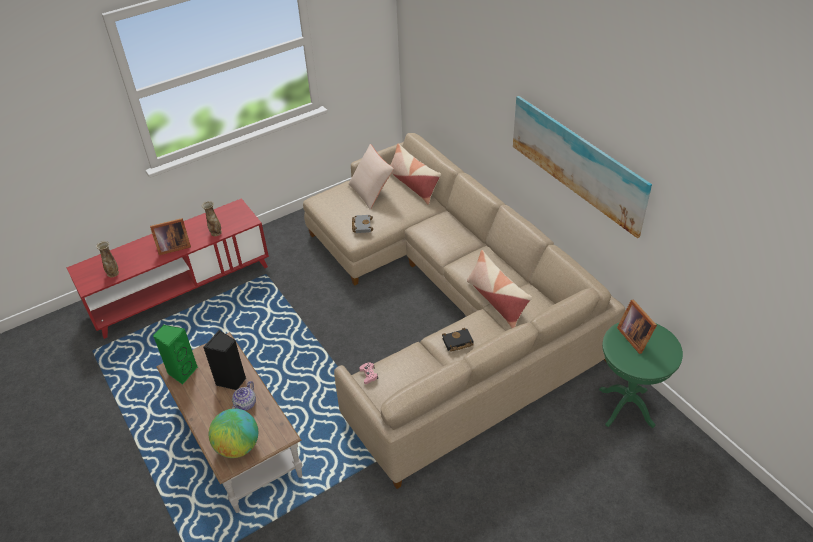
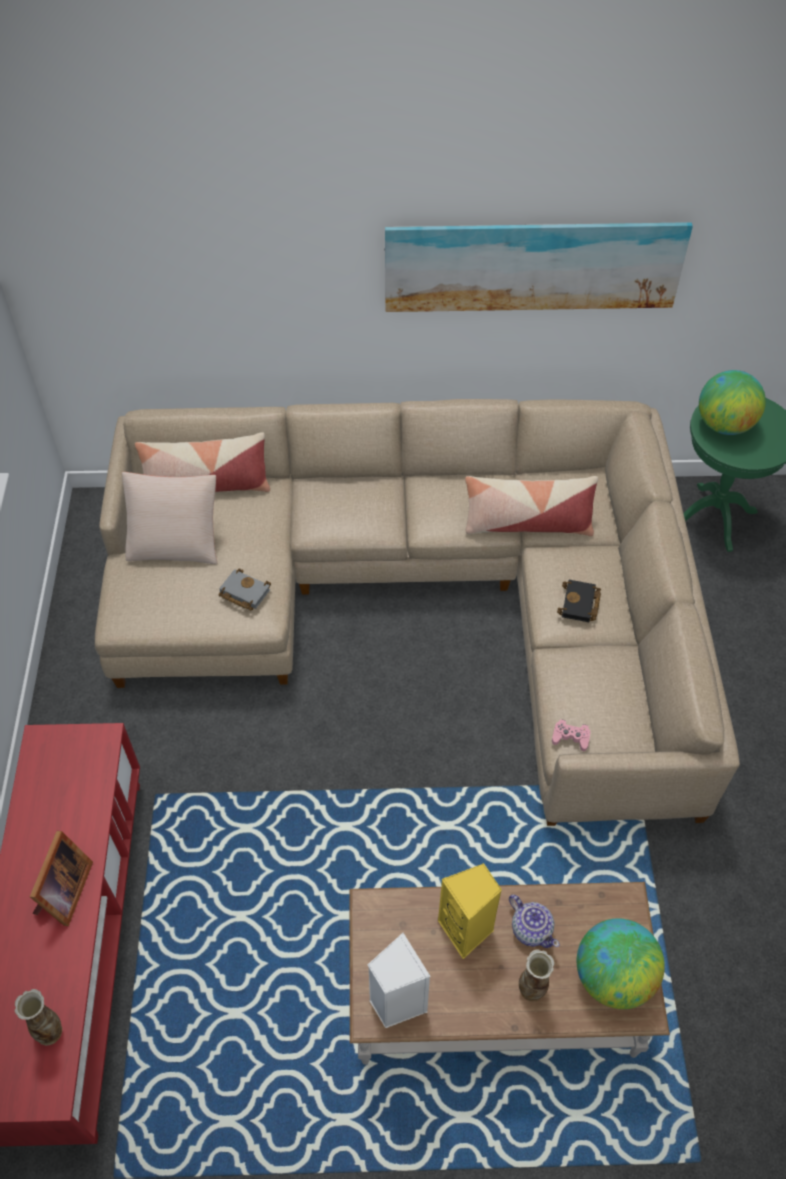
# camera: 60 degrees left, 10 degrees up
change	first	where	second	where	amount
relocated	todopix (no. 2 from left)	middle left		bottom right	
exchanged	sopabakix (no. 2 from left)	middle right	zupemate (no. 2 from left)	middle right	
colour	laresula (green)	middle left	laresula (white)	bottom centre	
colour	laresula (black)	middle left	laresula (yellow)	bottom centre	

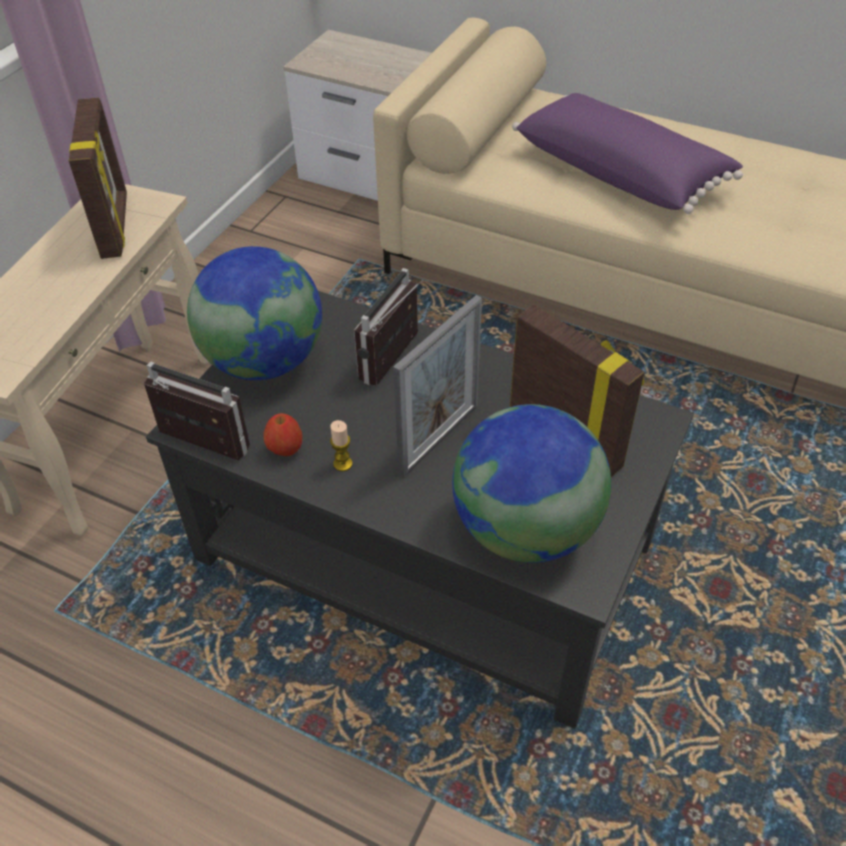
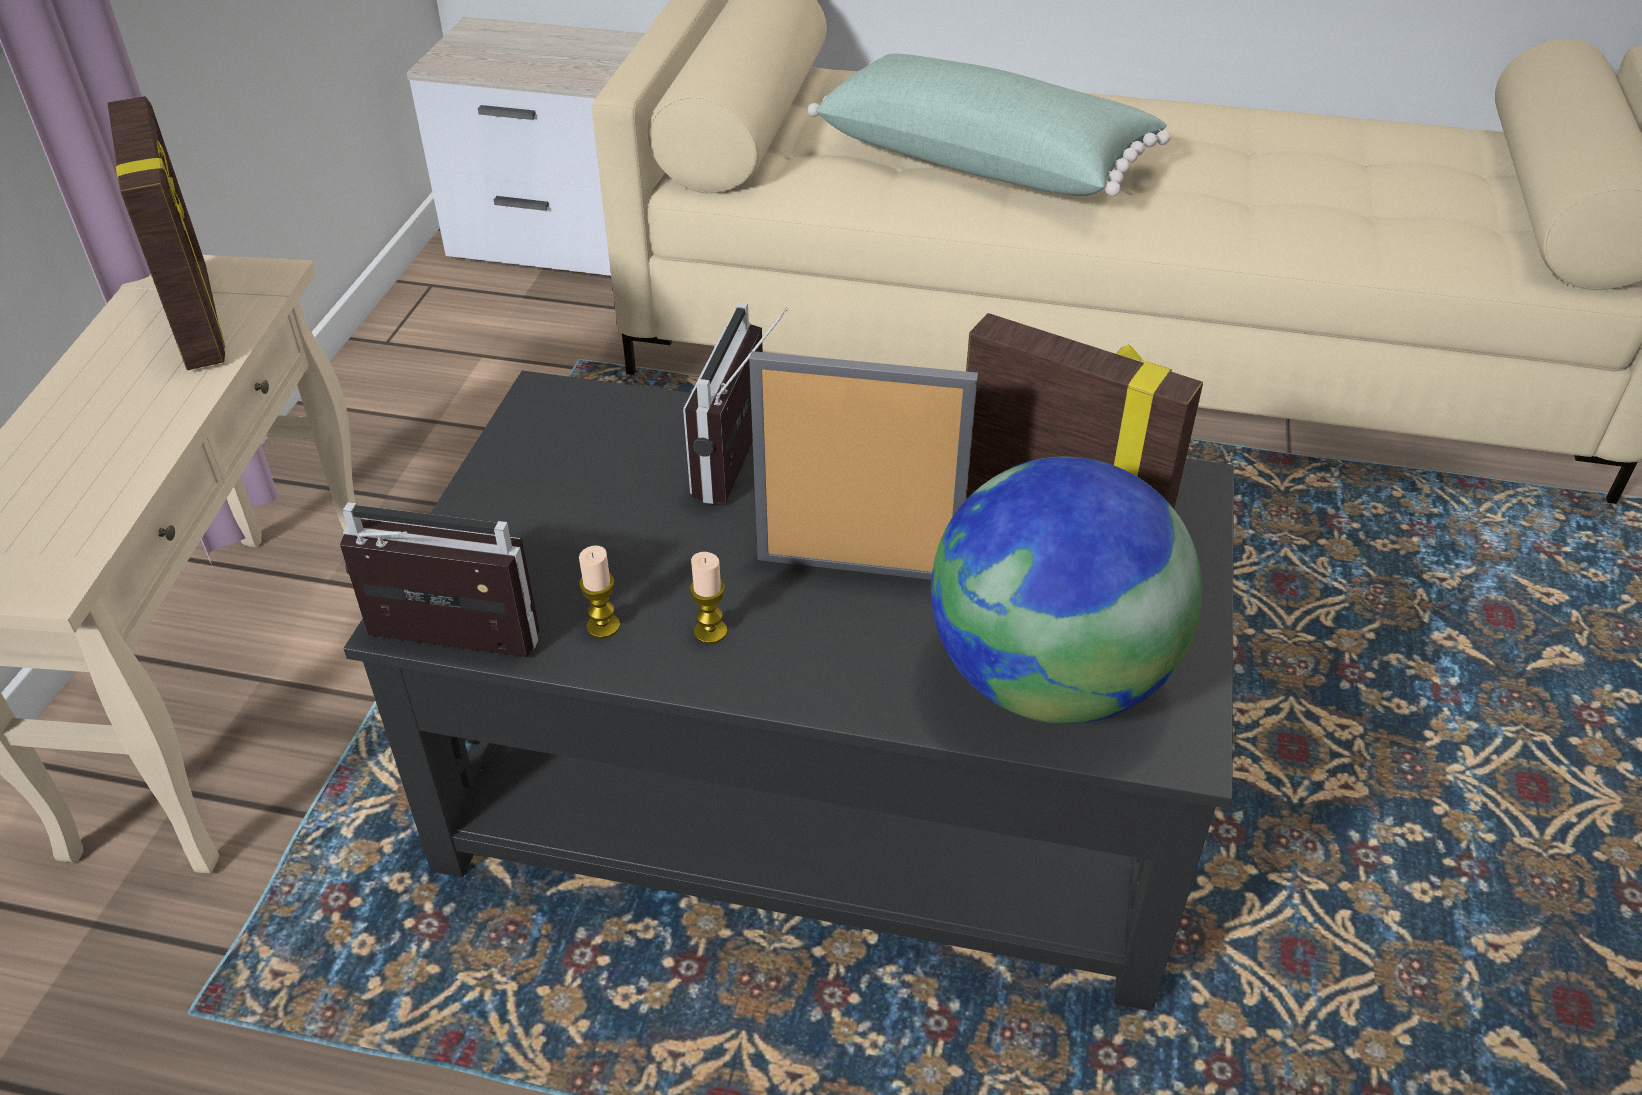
# camera: 15 degrees left, 5 degrees down
change	first	where	second	where	amount
colour	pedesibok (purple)	top right	pedesibok (green)	top centre	
missing	zupemate (no. 1 from left)	middle left			
spun	sopabakix (no. 2 from left)	centre		centre	105 degrees counterclockwise
exchanged	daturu	centre	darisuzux (no. 1 from left)	centre	

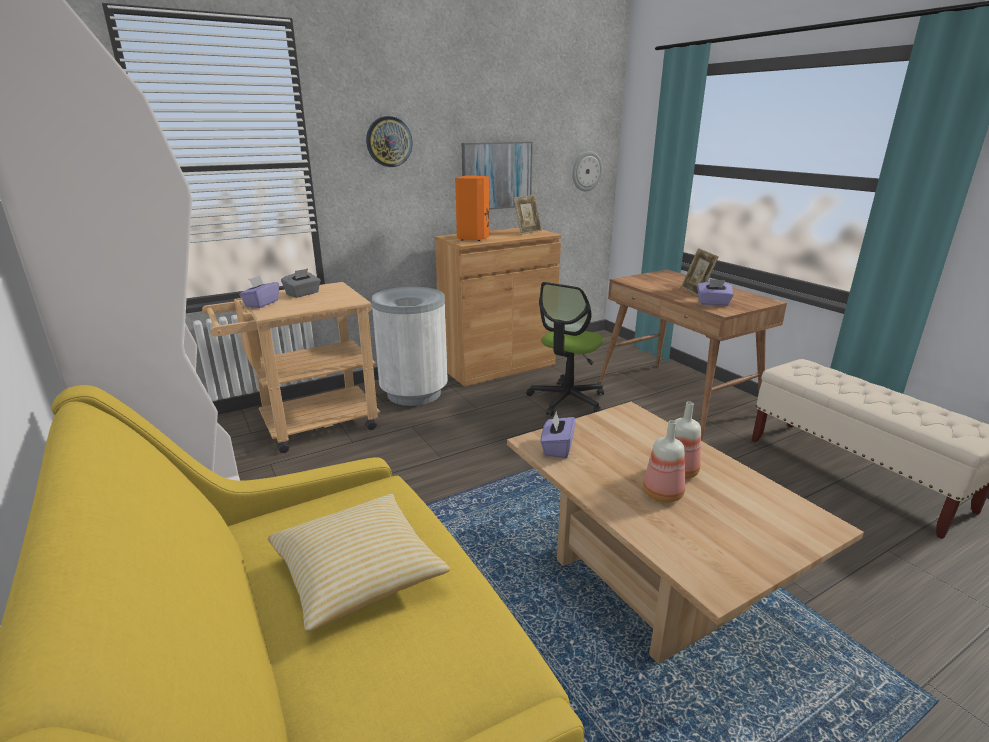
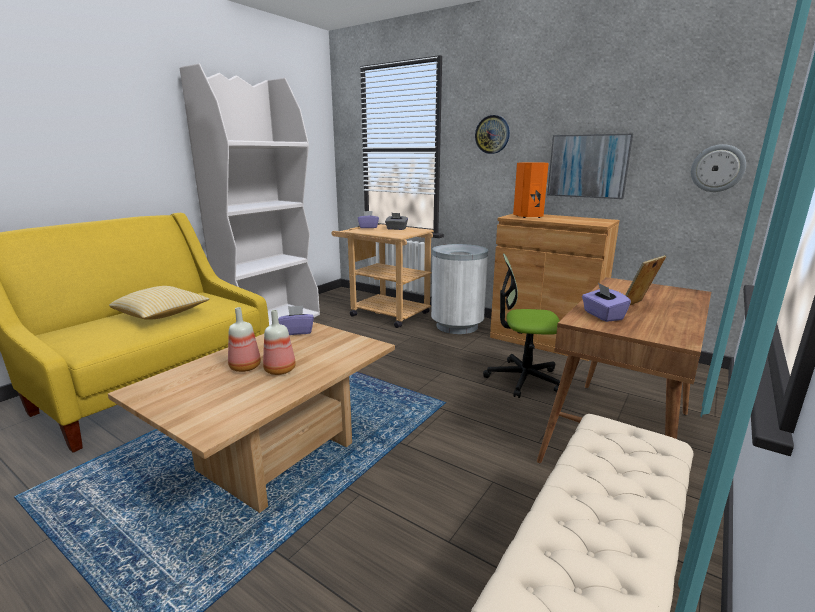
# camera: 65 degrees right, 5 degrees down
change	first	where	second	where	amount
missing	sopabakix (no. 1 from left)	top centre			

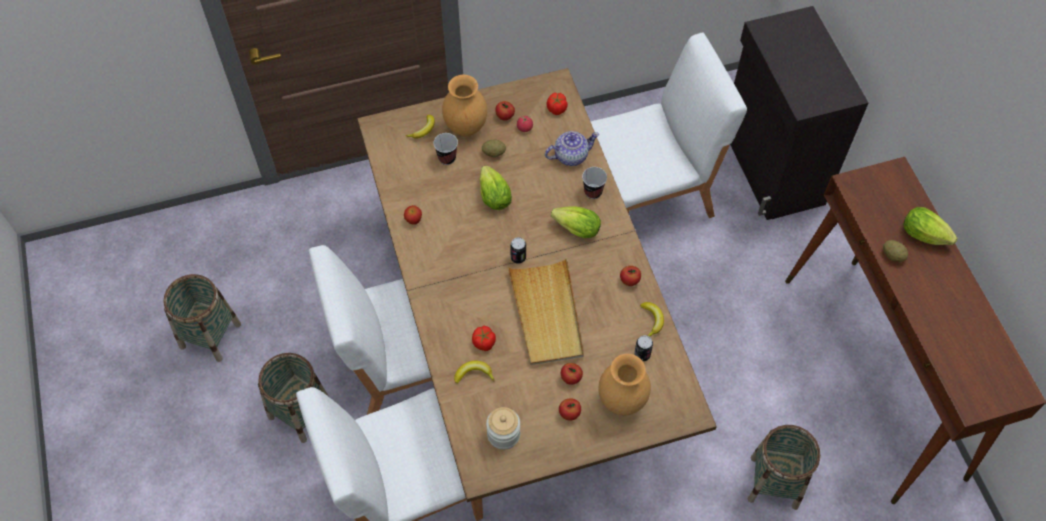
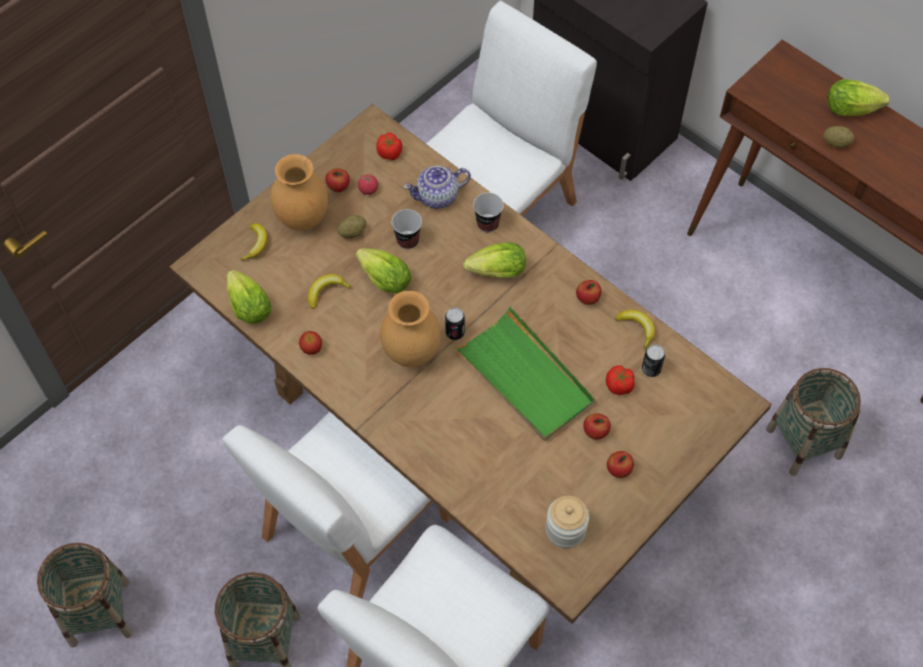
# camera: 30 degrees left, 0 degrees up
change	first	where	second	where	amount
spun	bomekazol	top centre		top centre	150 degrees counterclockwise
relocated	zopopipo (no. 1 from left)	top centre		centre	
colour	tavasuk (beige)	centre	tavasuk (green)	centre	
relocated	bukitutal (no. 1 from left in the first image)	centre	bukitutal (no. 3 from left)	middle right	
relocated	todopix (brown) (no. 2 from left)	bottom centre		centre	
relocated	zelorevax (no. 2 from left)	bottom centre		centre	
appeared			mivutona (no. 1 from left)	middle left	

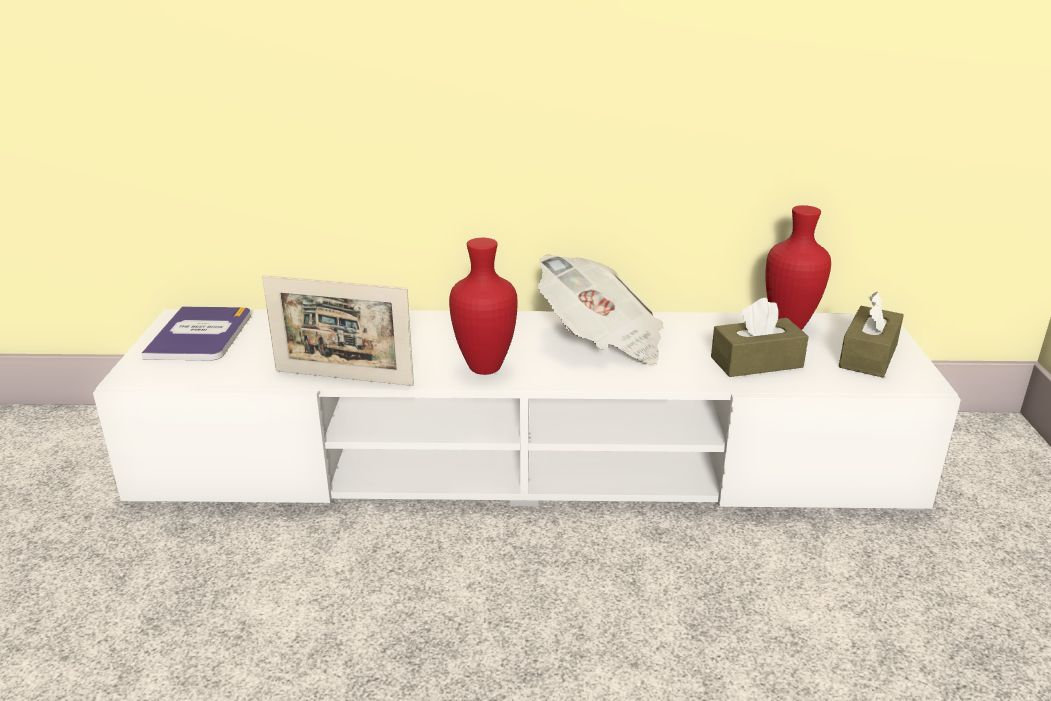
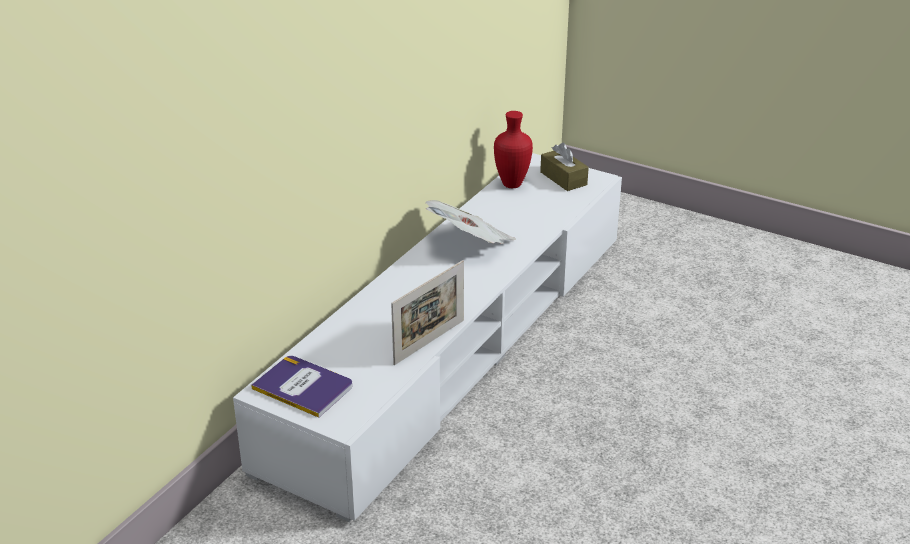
# camera: 60 degrees left, 5 degrees up
change	first	where	second	where	amount
missing	todopix (red) (no. 1 from left)	centre			
missing	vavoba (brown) (no. 1 from left)	middle right			

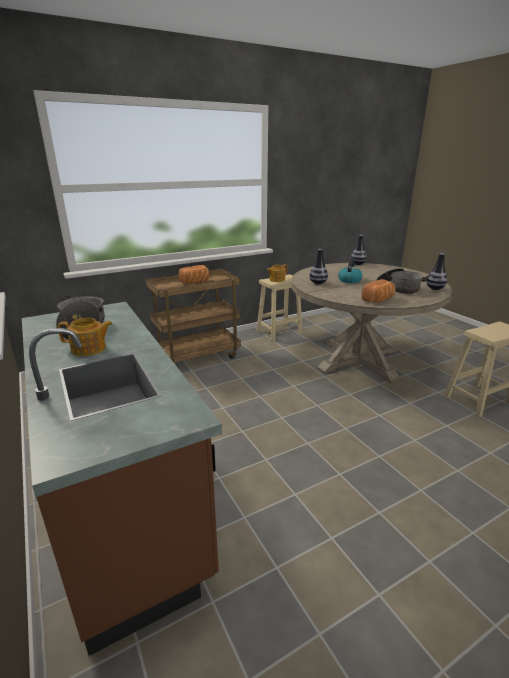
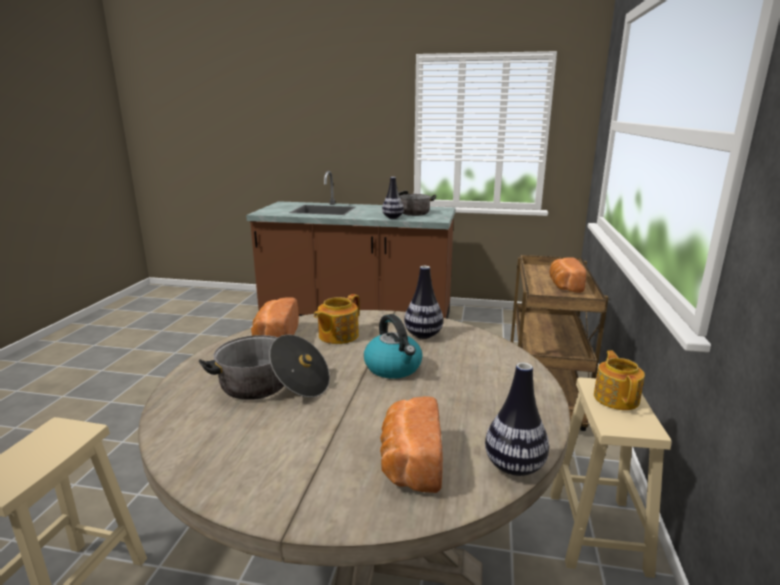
# camera: 130 degrees right, 5 degrees down
change	first	where	second	where	amount
relocated	todopix (no. 3 from left in the first image)	middle right	todopix (no. 1 from left)	centre	
relocated	bomekazol (no. 1 from left)	middle left		centre	
appeared			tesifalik (no. 2 from left)	bottom centre	

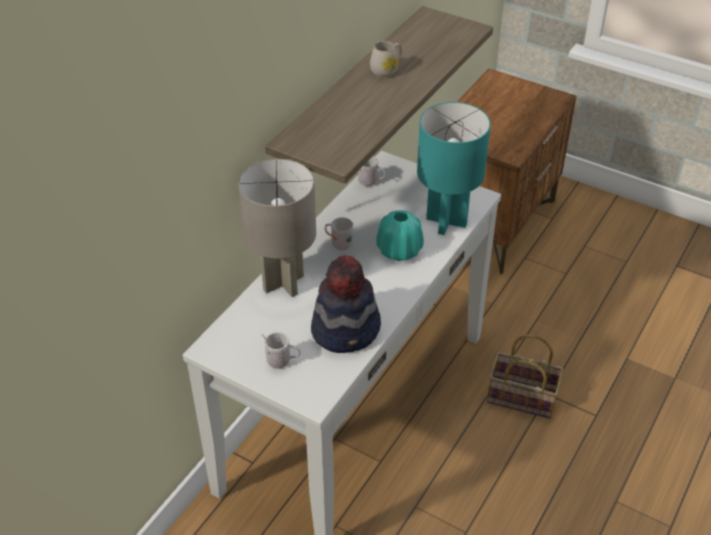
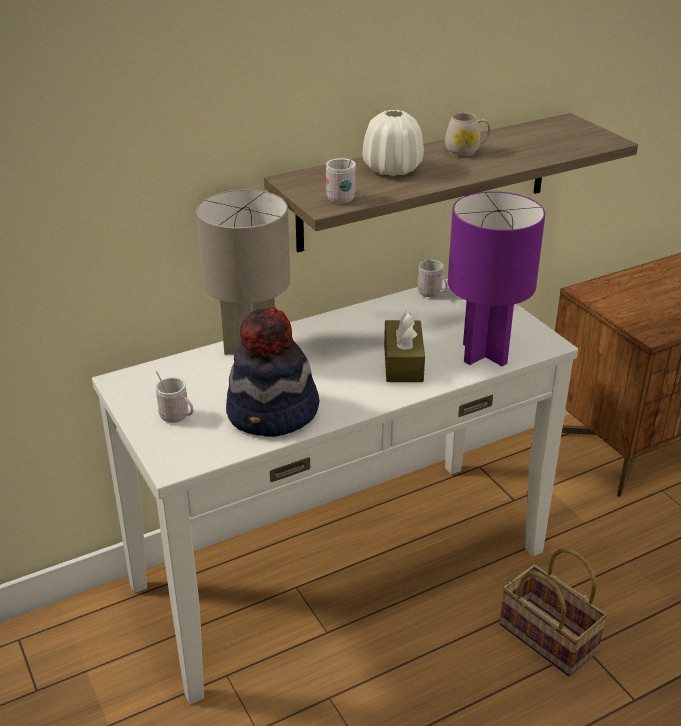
# camera: 30 degrees right, 10 degrees down
change	first	where	second	where	amount
colour	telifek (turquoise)	top centre	telifek (purple)	middle right	
exchanged	todopix (turquoise)	centre	vavoba (brown)	centre	
relocated	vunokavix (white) (no. 2 from left)	centre		top centre	
appeared			todopix (white)	top centre	

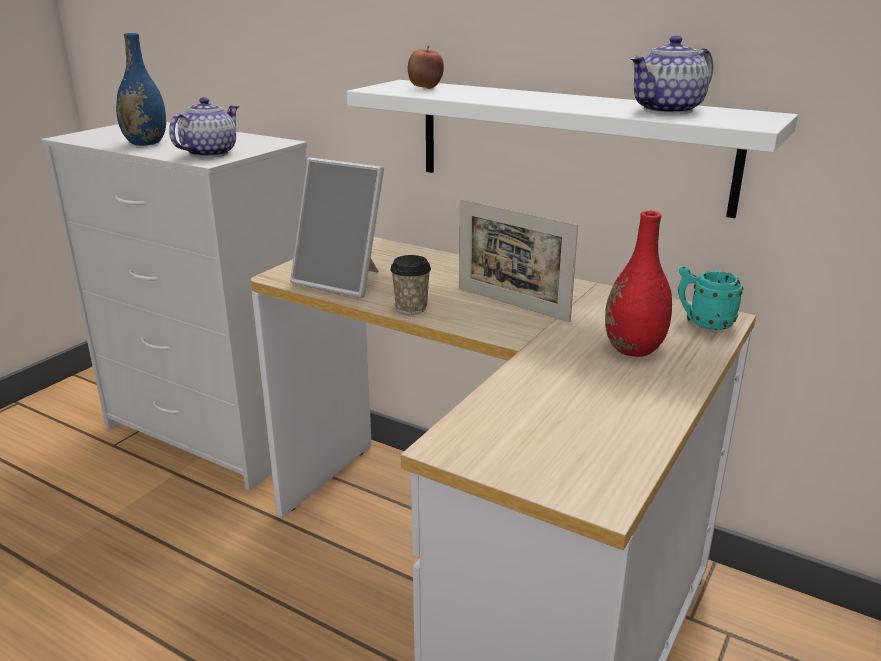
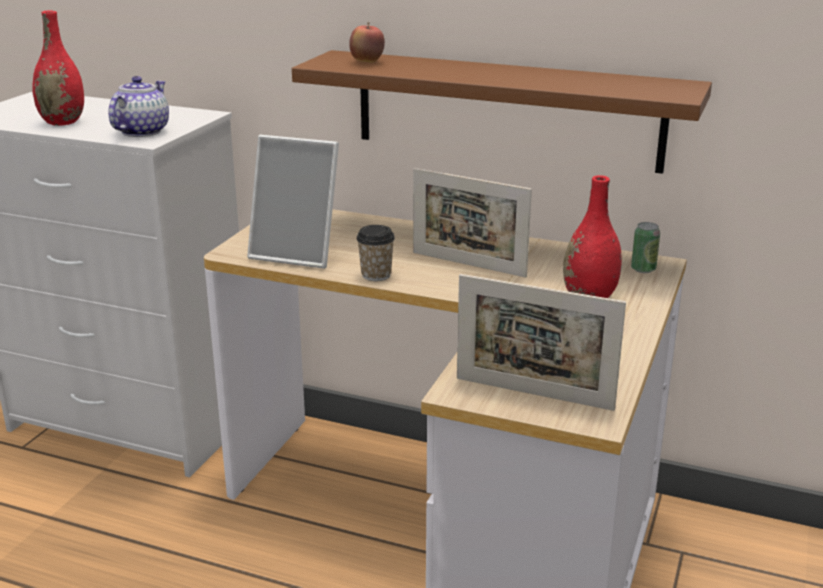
# camera: 10 degrees left, 0 degrees up
change	first	where	second	where	amount
colour	todopix (blue)	top left	todopix (red) (no. 1 from left)	top left	
missing	bomekazol (no. 2 from left)	top right			
colour	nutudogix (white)	top centre	nutudogix (brown)	top centre	
exchanged	vunokavix (turquoise)	middle right	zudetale	middle right	
appeared			sopabakix (no. 3 from left)	centre	

